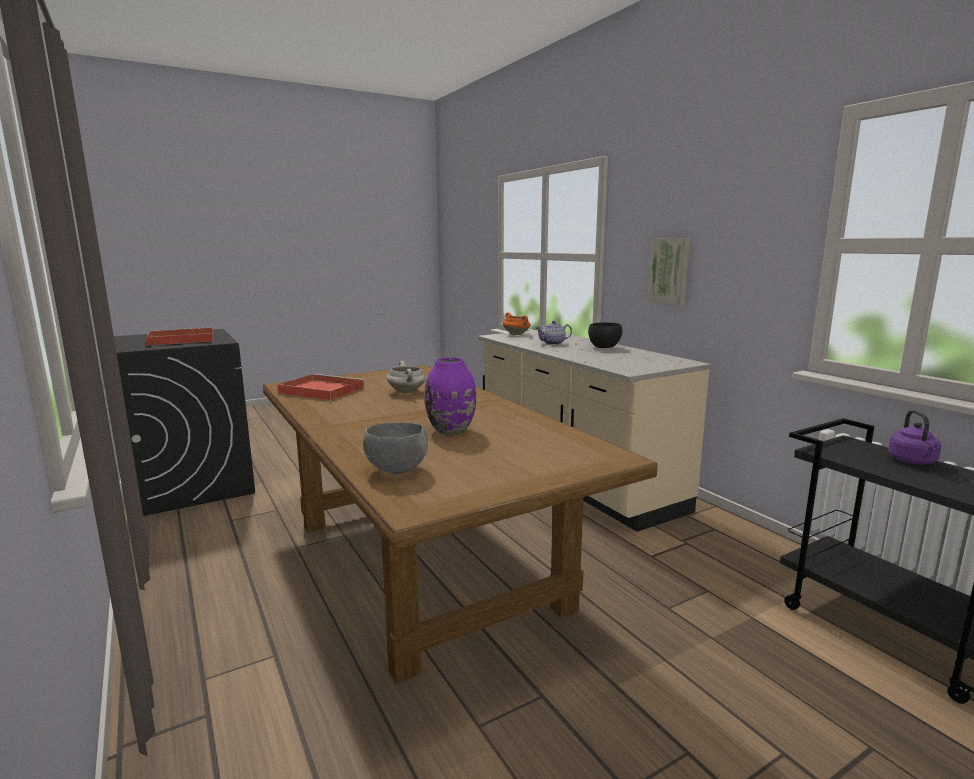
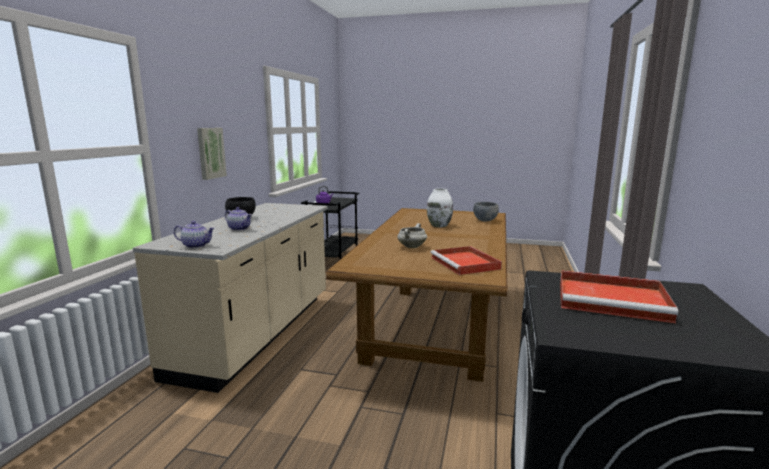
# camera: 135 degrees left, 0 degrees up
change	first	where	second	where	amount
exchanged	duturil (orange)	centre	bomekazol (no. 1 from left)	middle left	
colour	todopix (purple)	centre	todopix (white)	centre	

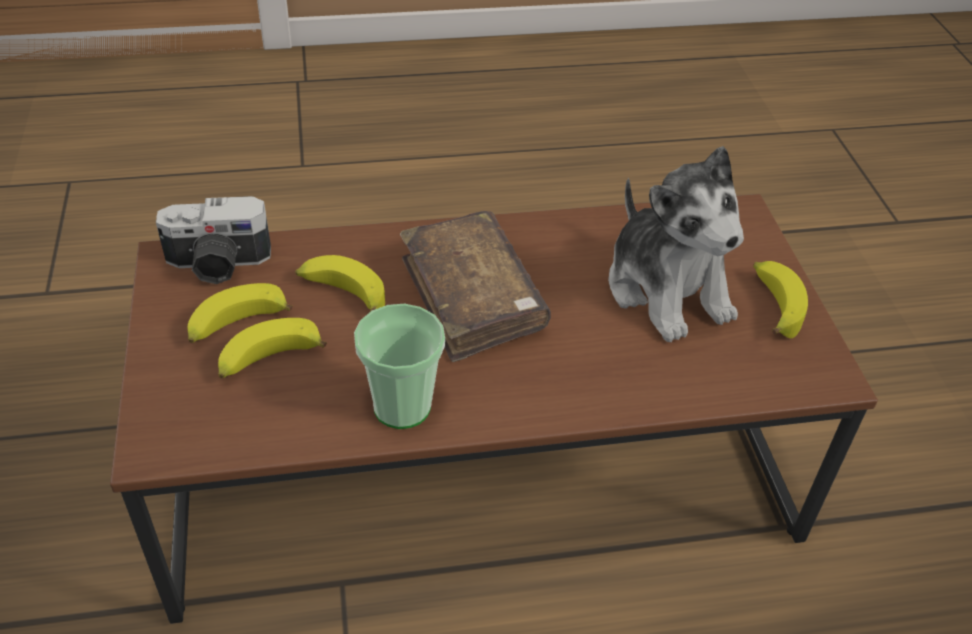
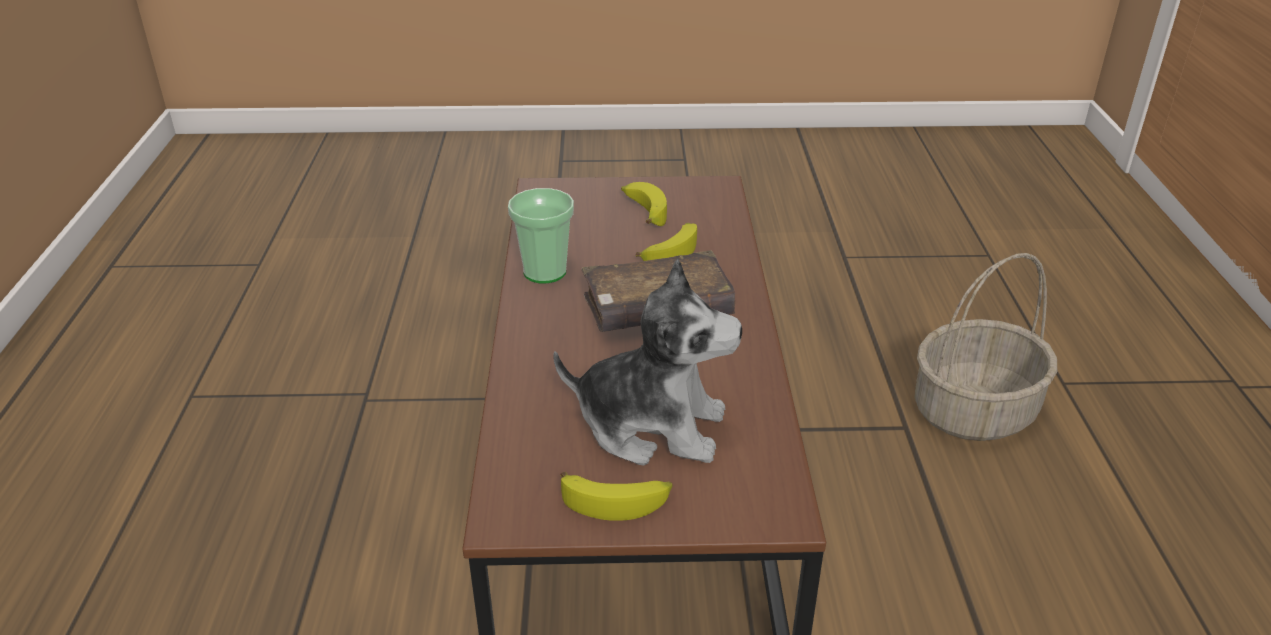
# camera: 100 degrees right, 10 degrees down
change	first	where	second	where	amount
spun	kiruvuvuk	middle right		centre	150 degrees counterclockwise
missing	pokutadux	middle left			
missing	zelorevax (no. 2 from left)	middle left			
appeared			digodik	middle right	

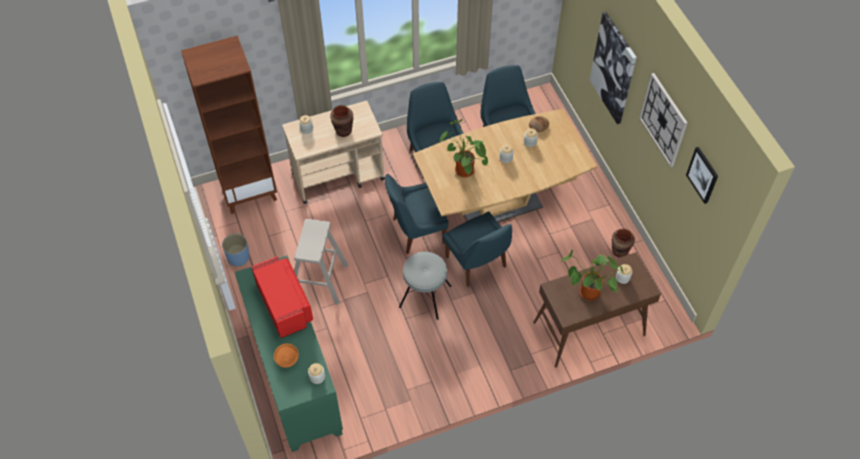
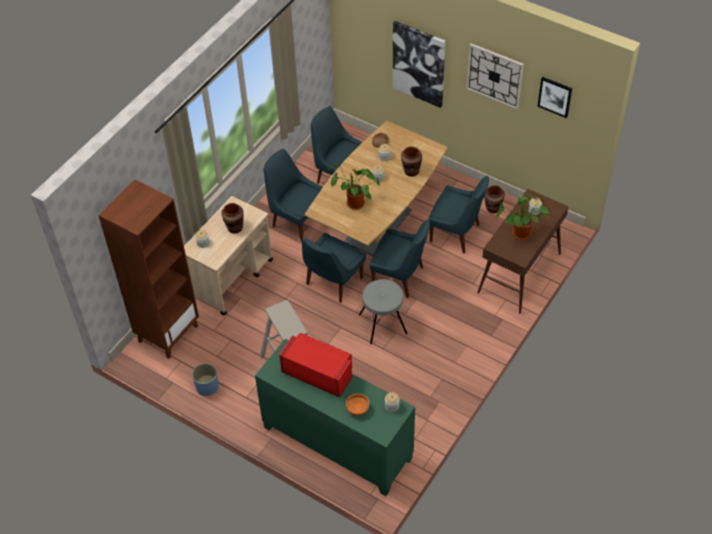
# camera: 35 degrees left, 5 degrees down
change	first	where	second	where	amount
appeared			todopix (brown) (no. 2 from left)	top centre	
appeared			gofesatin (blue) (no. 5 from left)	centre	

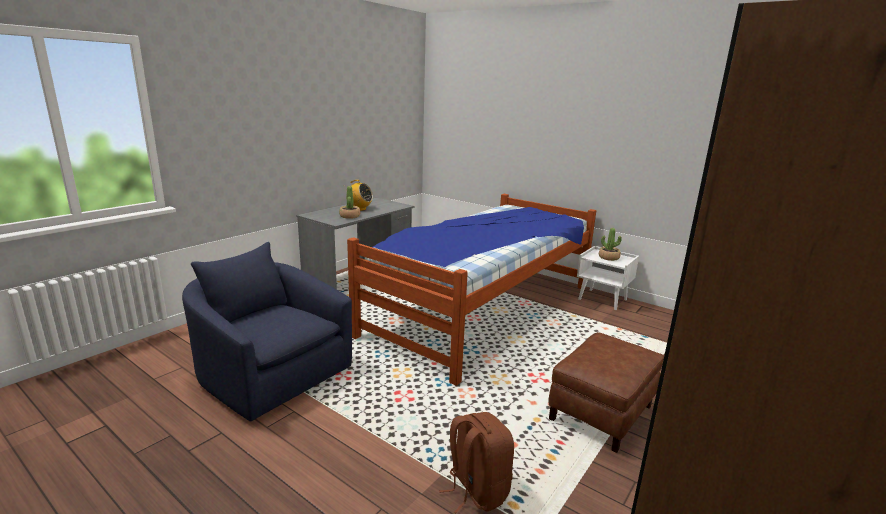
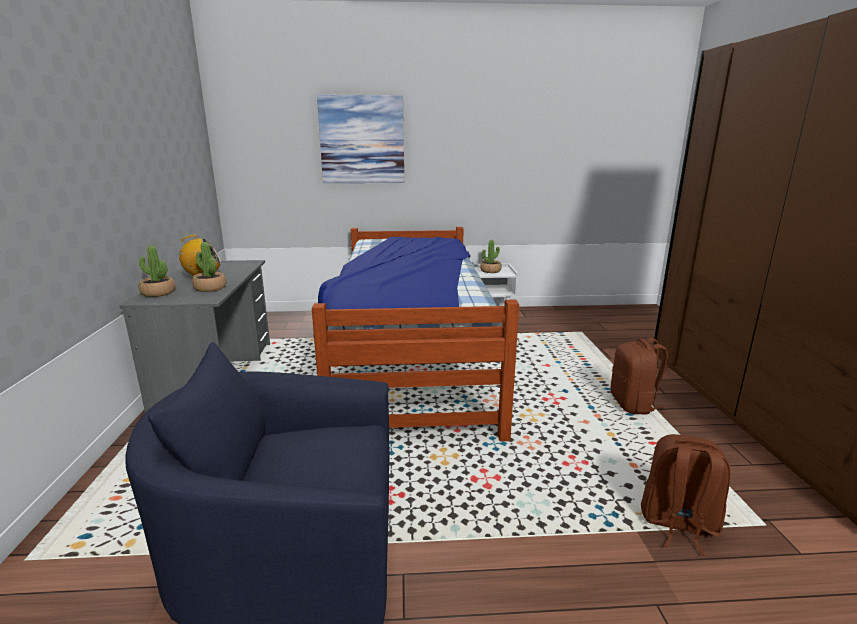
# camera: 40 degrees left, 0 degrees up
change	first	where	second	where	amount
exchanged	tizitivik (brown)	bottom right	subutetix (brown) (no. 1 from left)	middle right	
appeared			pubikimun	top centre	
appeared			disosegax (no. 1 from left)	middle left	

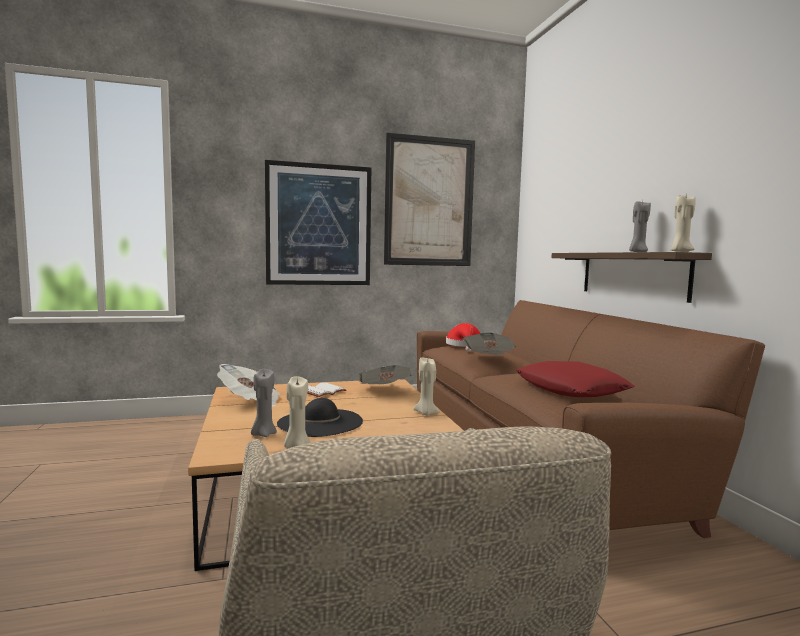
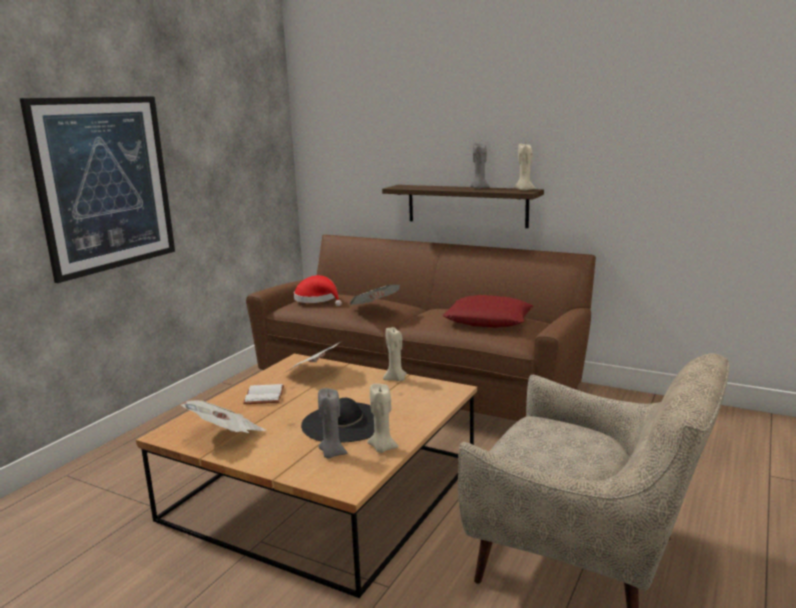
# camera: 45 degrees left, 10 degrees up
change	first	where	second	where	amount
missing	pubikimun (no. 2 from left)	top centre			

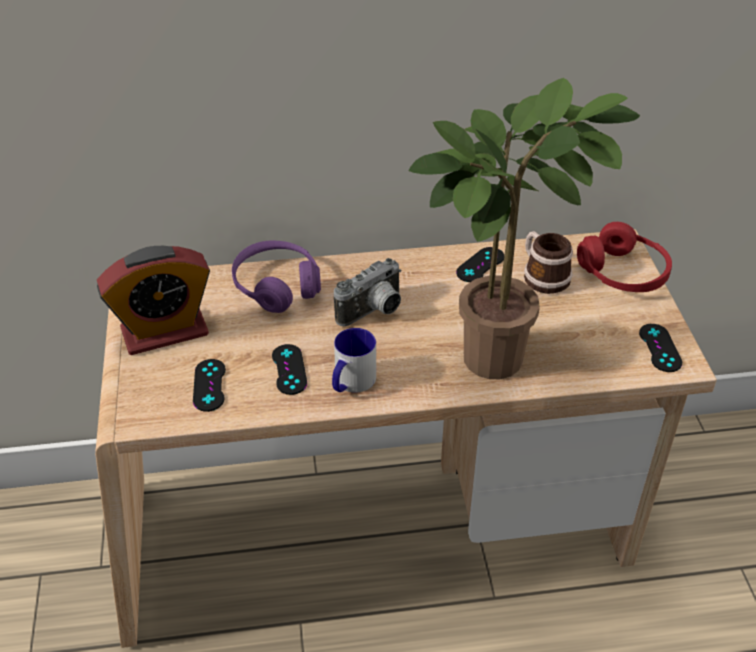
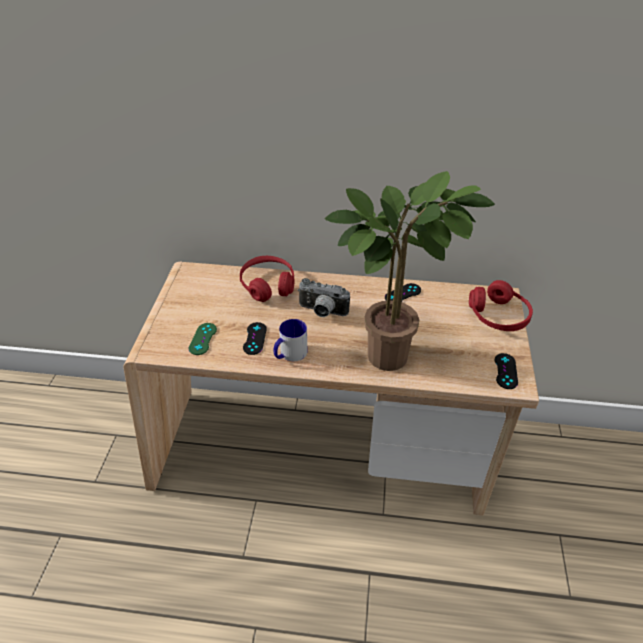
# camera: 15 degrees right, 0 degrees up
change	first	where	second	where	amount
missing	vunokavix (no. 2 from left)	middle right			
colour	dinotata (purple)	centre	dinotata (red) (no. 1 from left)	centre	
missing	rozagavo	middle left			
spun	pokutadux	centre		centre	45 degrees clockwise
colour	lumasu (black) (no. 1 from left)	middle left	lumasu (green)	middle left	

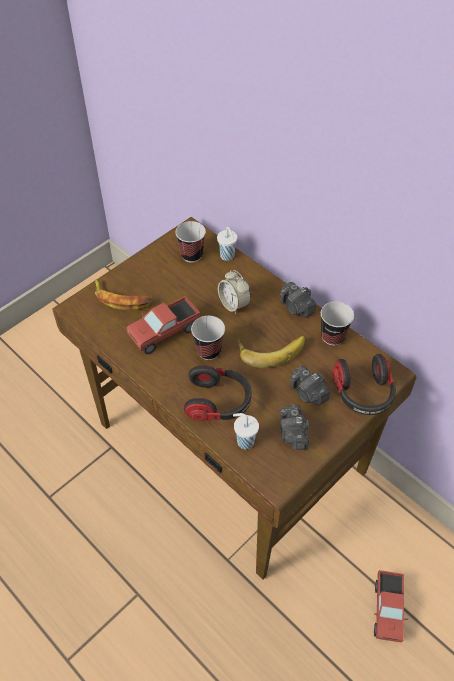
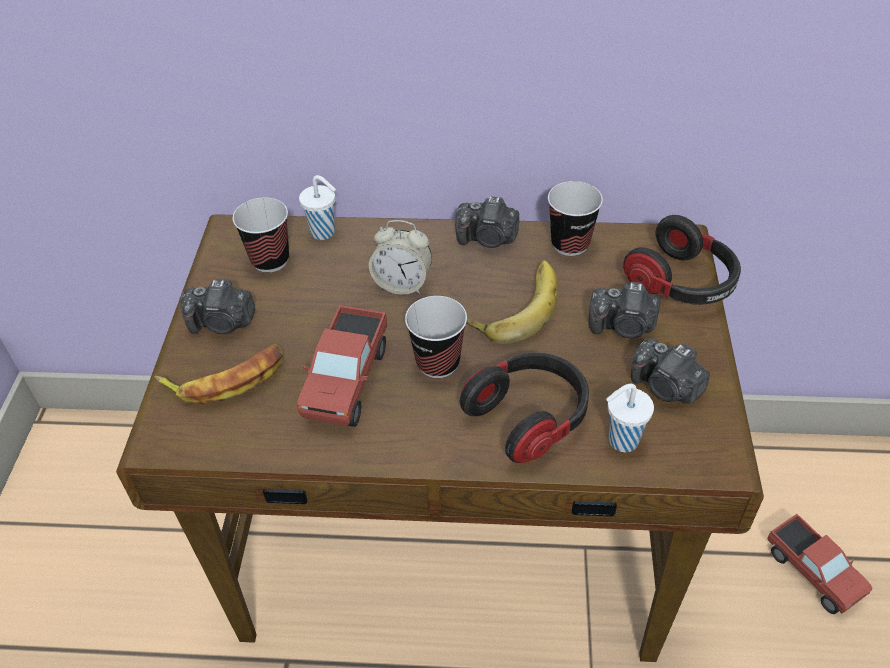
# camera: 40 degrees left, 5 degrees down
change	first	where	second	where	amount
appeared			pokutadux (no. 1 from left)	middle left	

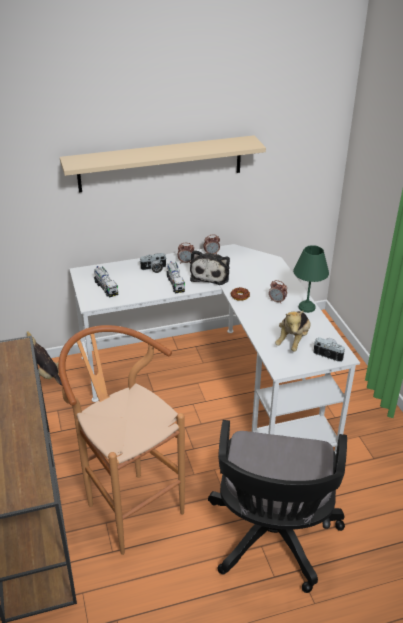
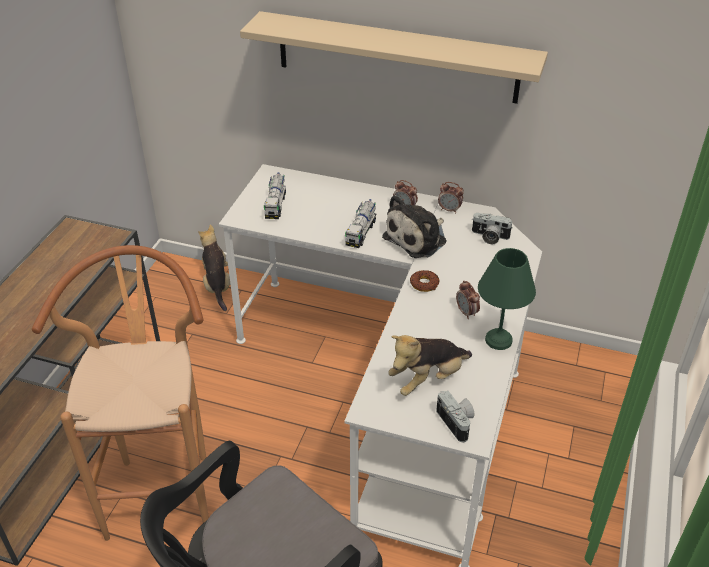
# camera: 35 degrees right, 5 degrees up
change	first	where	second	where	amount
relocated	pokutadux (no. 1 from left in the first image)	centre	pokutadux (no. 2 from left)	middle right	

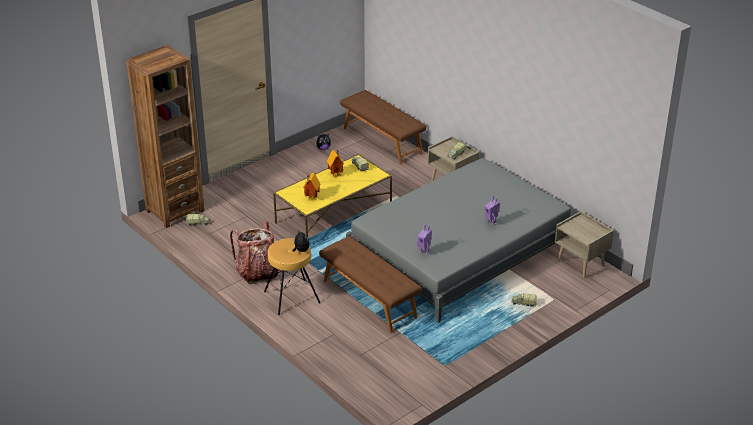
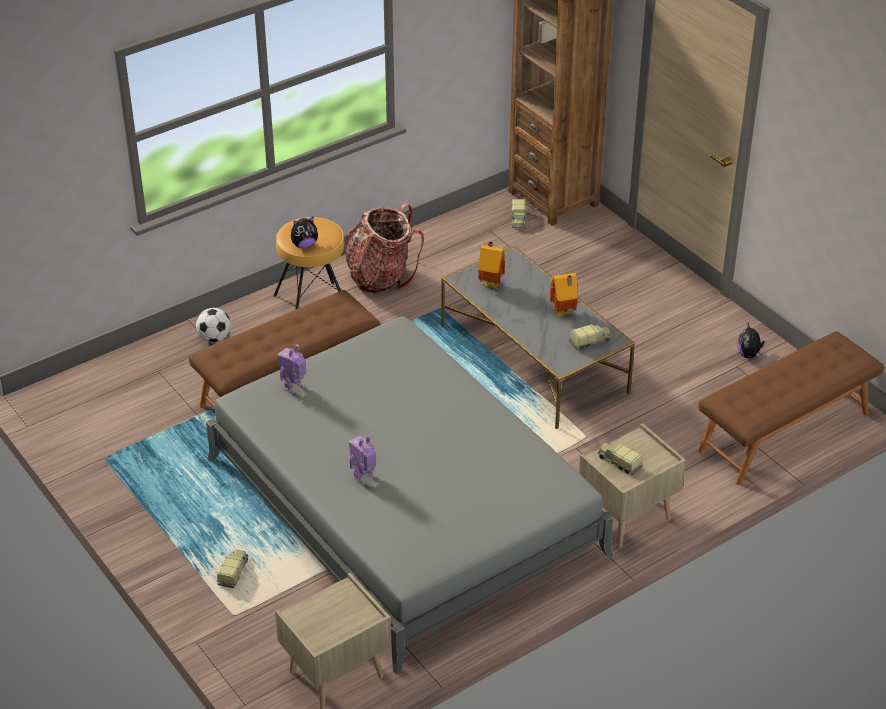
# camera: 95 degrees right, 5 degrees up
change	first	where	second	where	amount
colour	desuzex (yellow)	centre	desuzex (grey)	centre	
appeared			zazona	middle left	

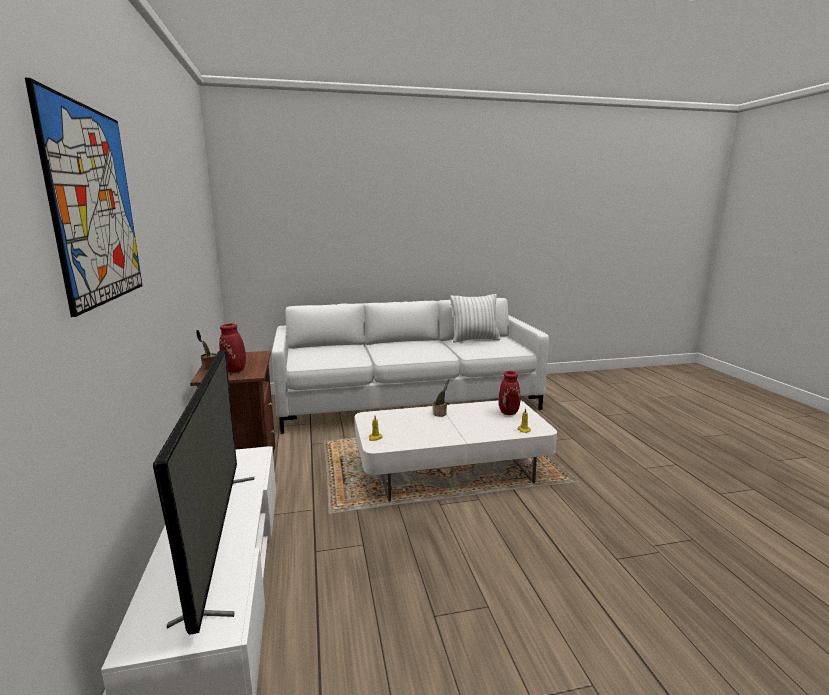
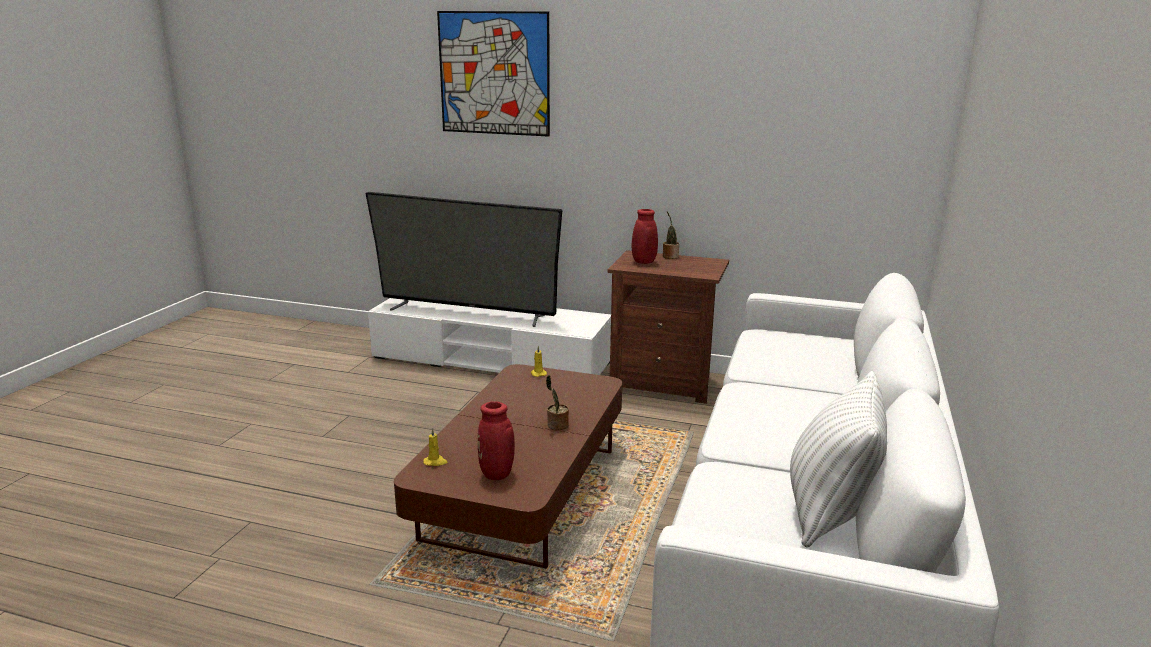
# camera: 120 degrees right, 5 degrees up
change	first	where	second	where	amount
colour	desuzex (white)	centre	desuzex (brown)	bottom centre	

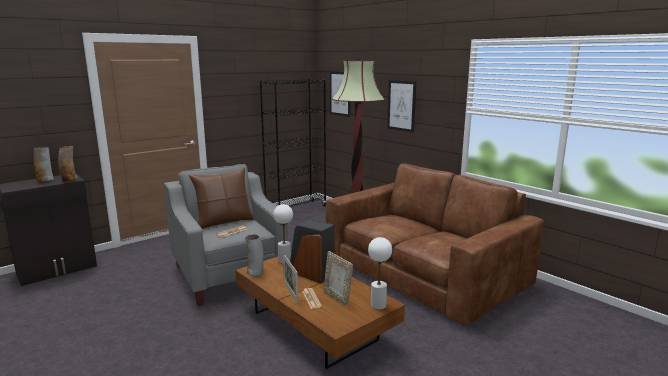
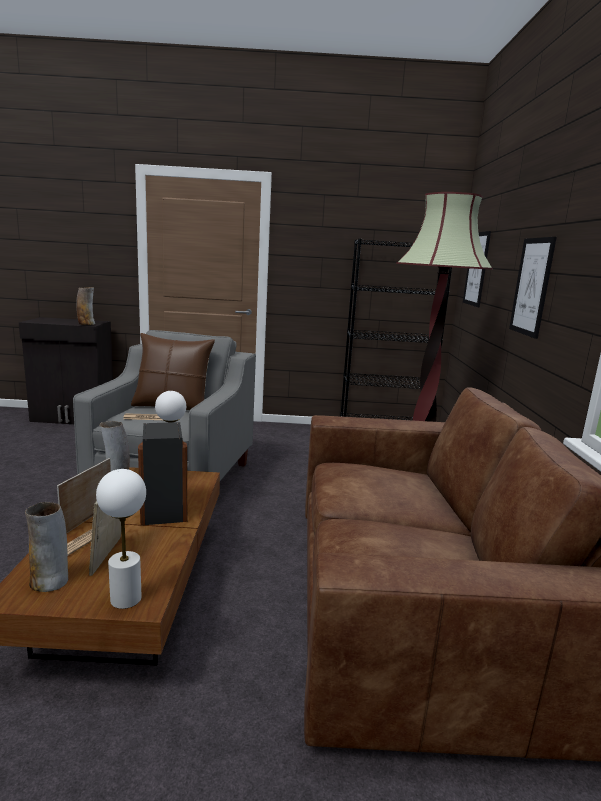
# camera: 40 degrees right, 0 degrees up
change	first	where	second	where	amount
relocated	todopix (no. 1 from left)	middle left		bottom left	

